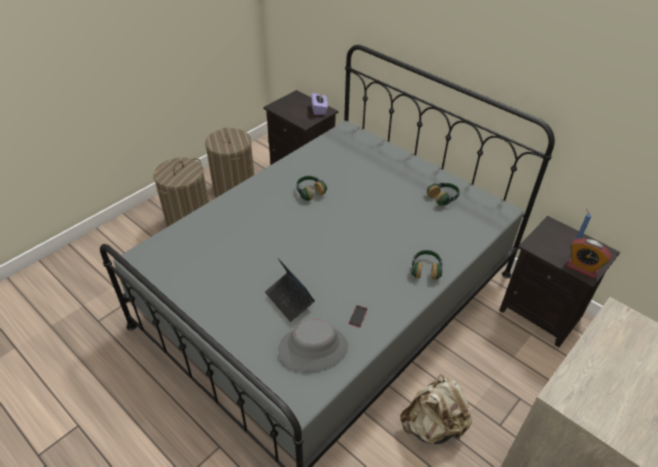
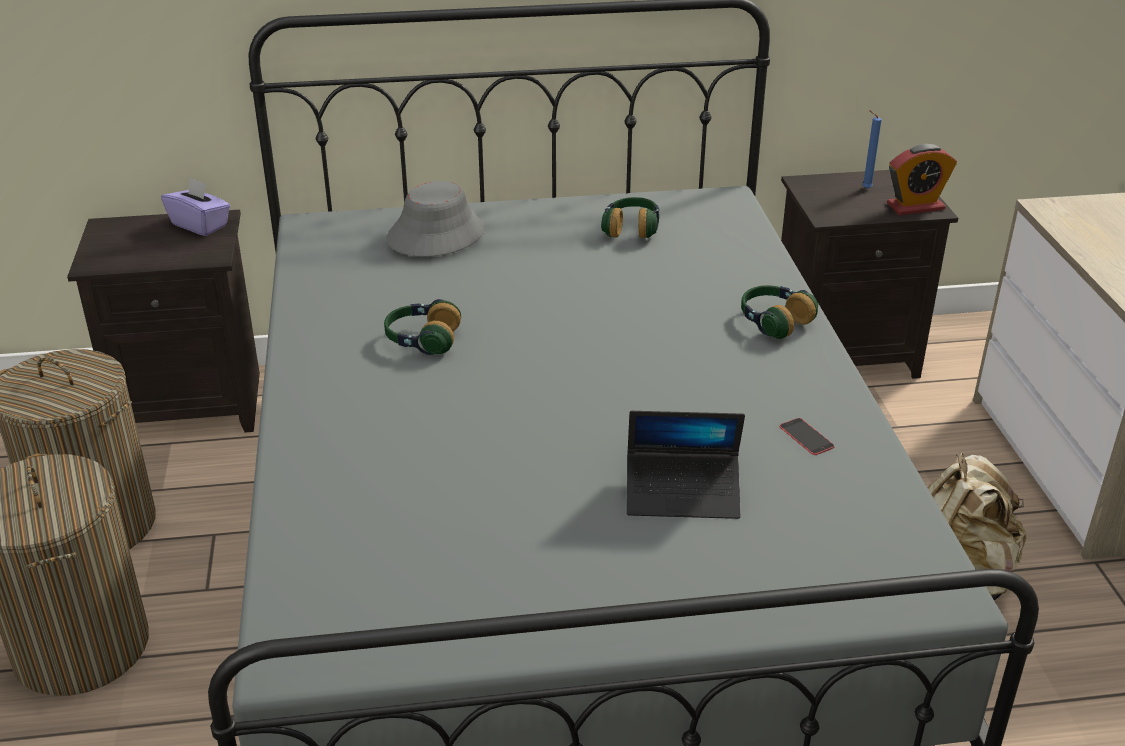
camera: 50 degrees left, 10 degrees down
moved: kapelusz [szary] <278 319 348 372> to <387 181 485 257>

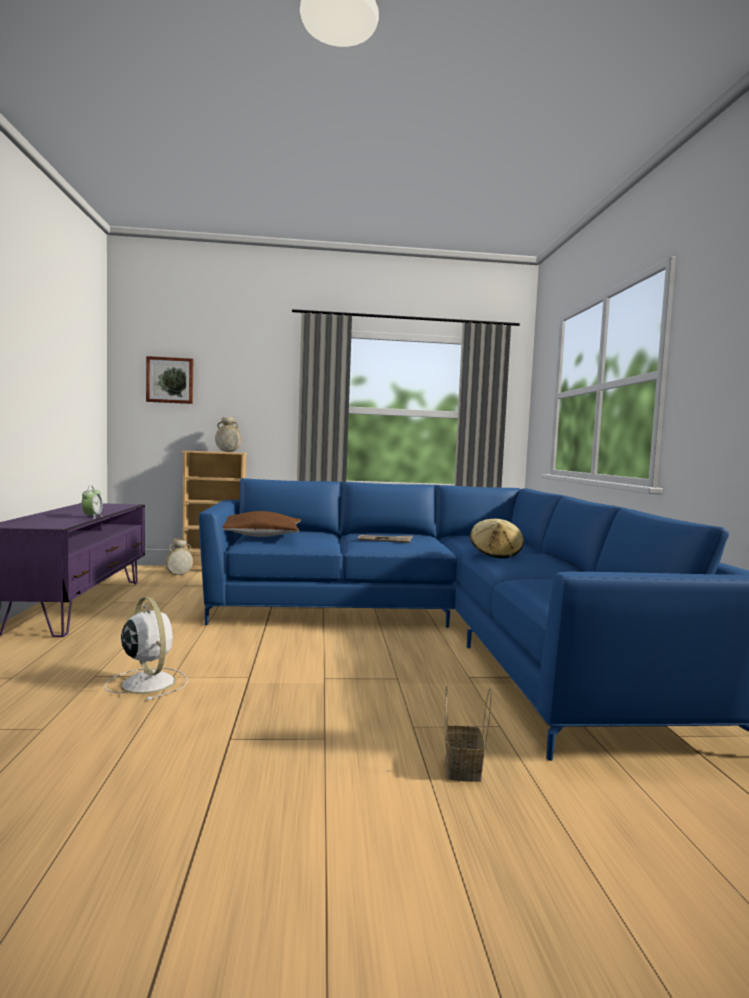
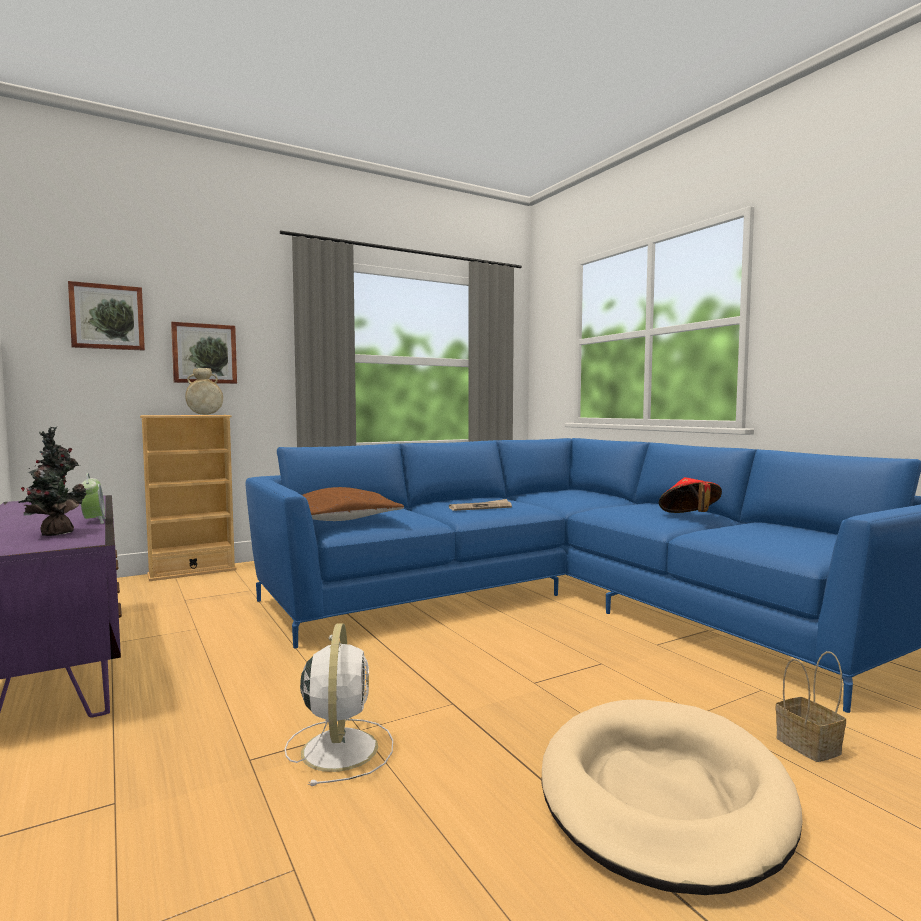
camera: 25 degrees left, 0 degrees up
removed: wazon [beżowy] <164 539 193 575>; kapelusz [beżowy] <470 519 524 558>
added: roślina doniczkowa <19 427 86 536>; obraz <171 322 237 384>; legowisko [beżowy] <542 699 803 895>; kapelusz [czerwony] <659 477 722 513>
turned: wentylator [biały] <105 597 188 701> = <285 623 393 786> 60 degrees clockwise

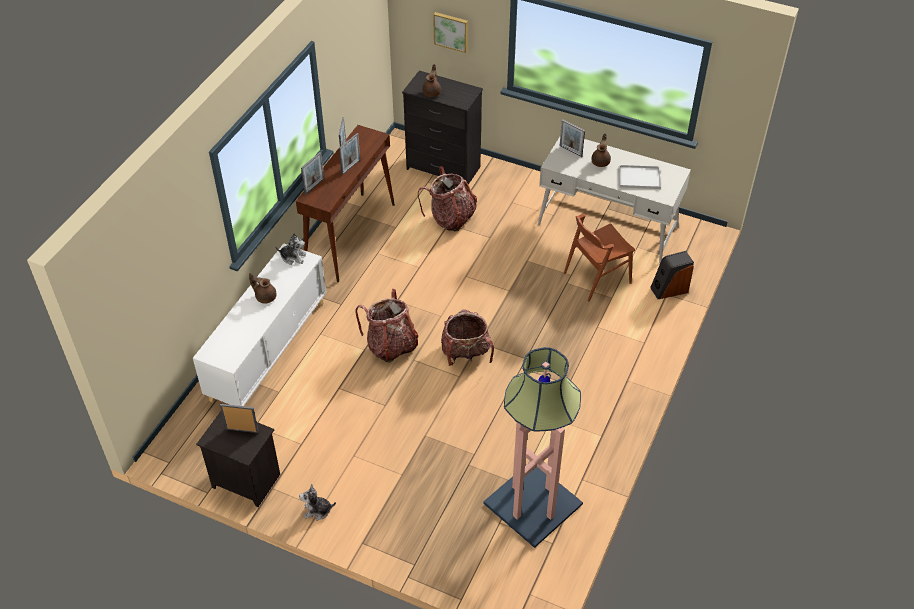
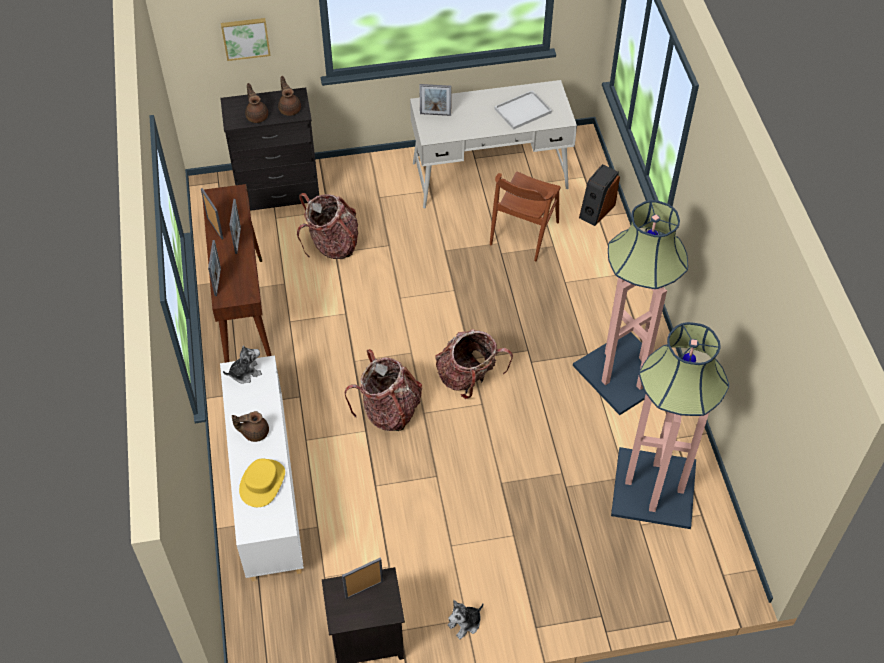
camera: 35 degrees left, 5 degrees up
added: kapelusz [żółty] <239 459 285 507>; lampa stojąca <573 200 688 415>
moved: imbryk [brązowy] <591 133 611 167> to <278 76 301 116>

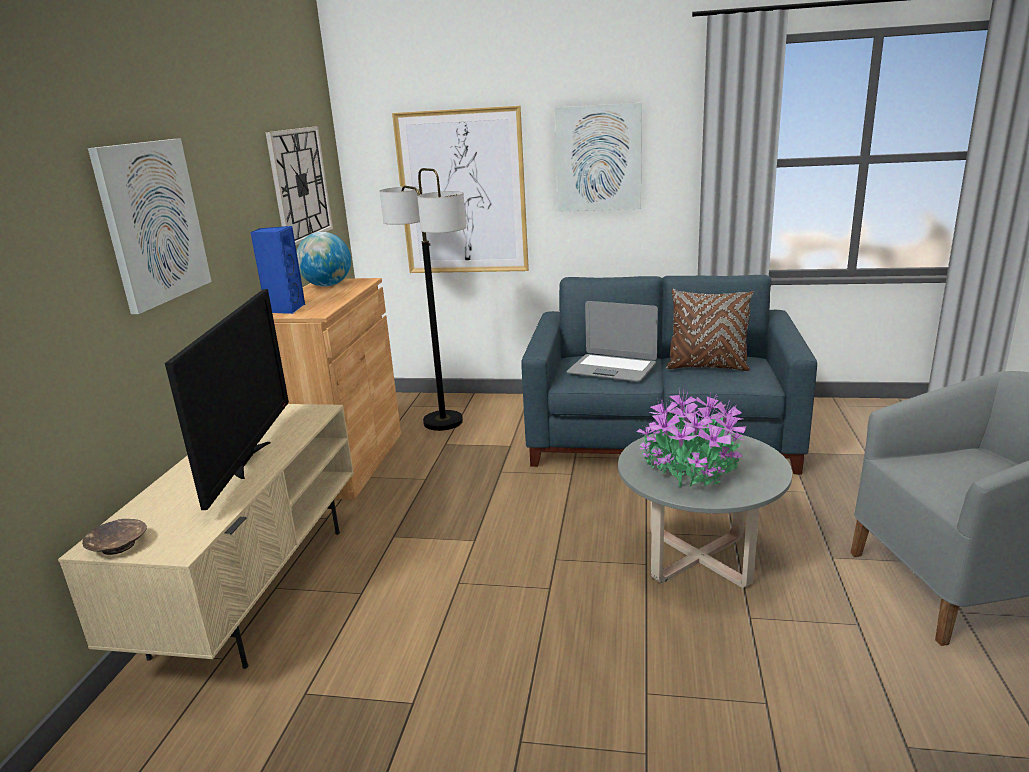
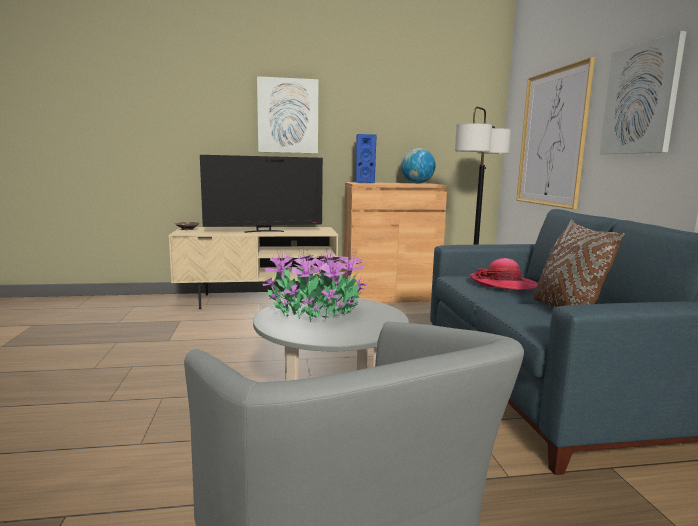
camera: 70 degrees right, 10 degrees down
removed: zegar ścienny <265 126 333 246>
replaced: laptop <566 301 658 382> to kapelusz <469 258 537 290>

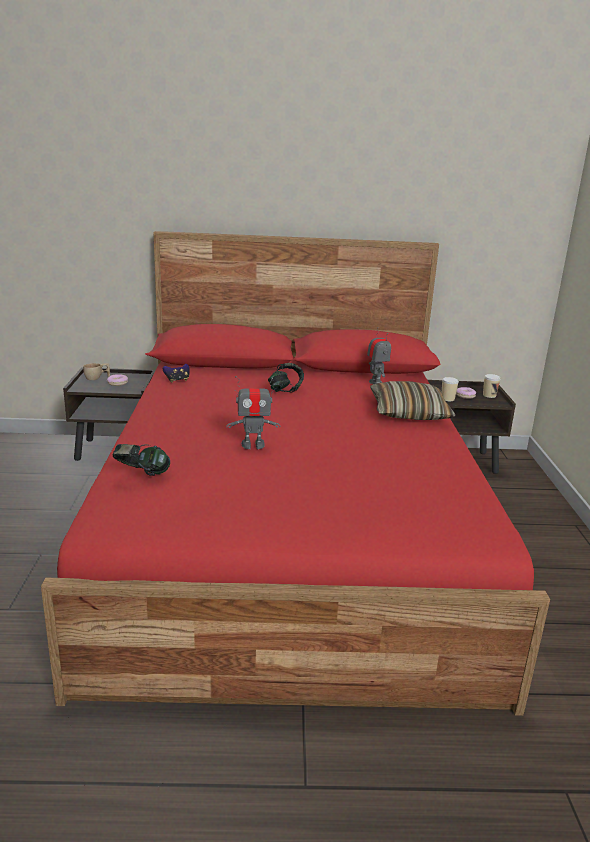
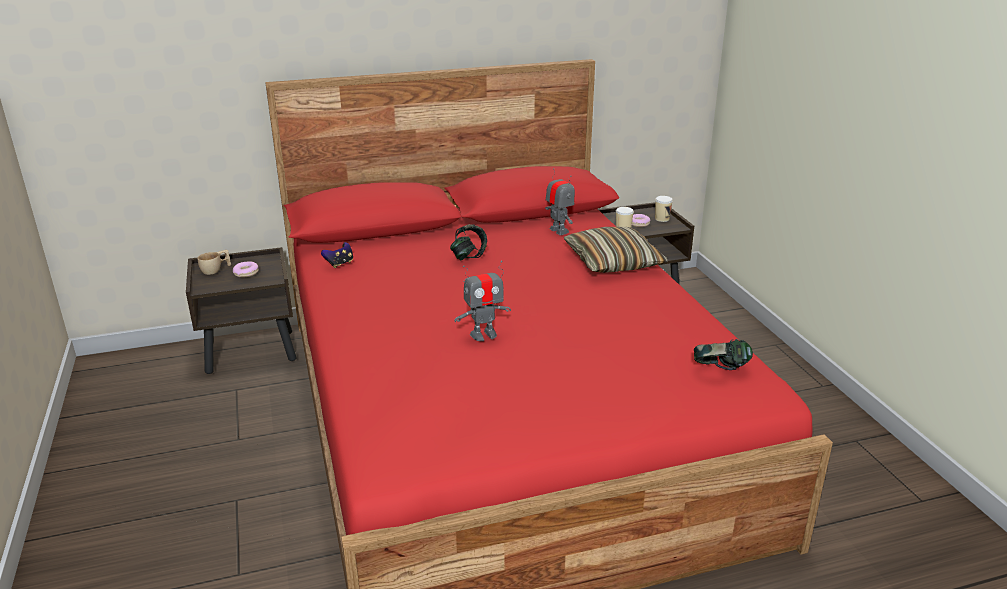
camera: 15 degrees left, 5 degrees up
moved: słuchawki <113 444 170 476> to <694 339 753 370>

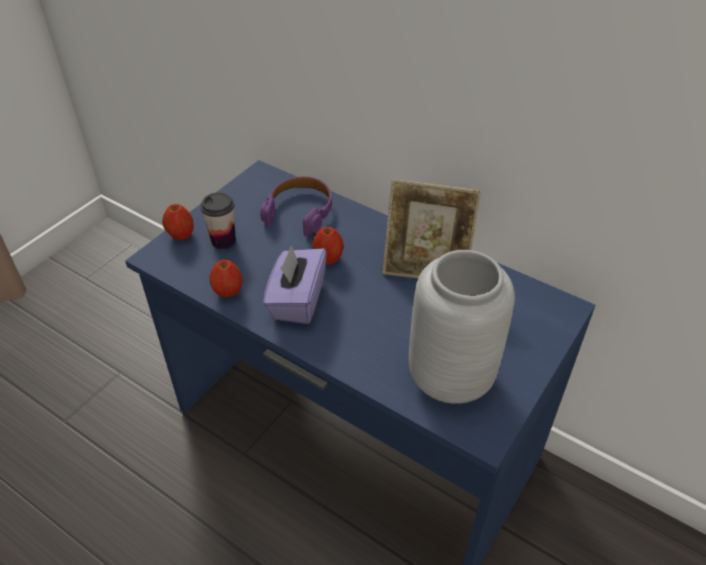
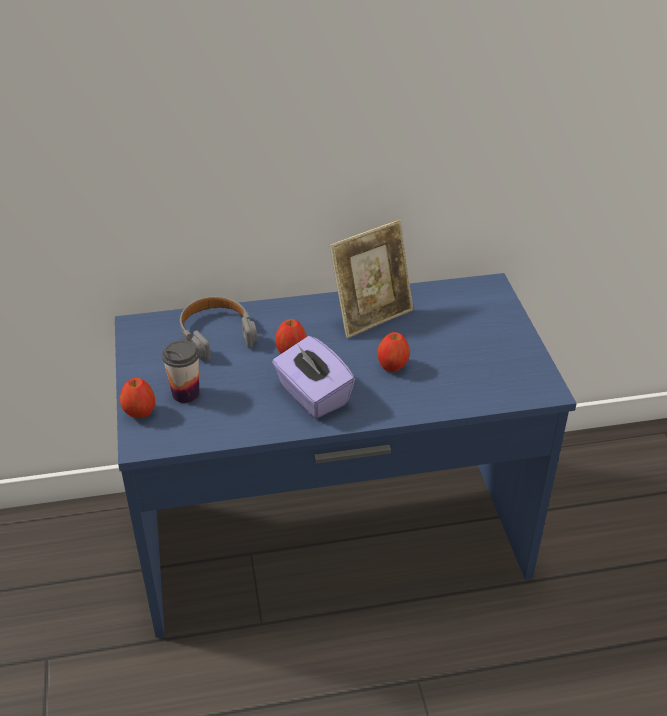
camera: 45 degrees left, 5 degrees down
removed: wazon [szary] <409 250 515 404>
moved: jabłko <209 260 243 297> to <377 332 410 372>
recoloured: słuchawki [fioletowy] <260 176 332 236> to słuchawki [szary] <180 296 257 361>

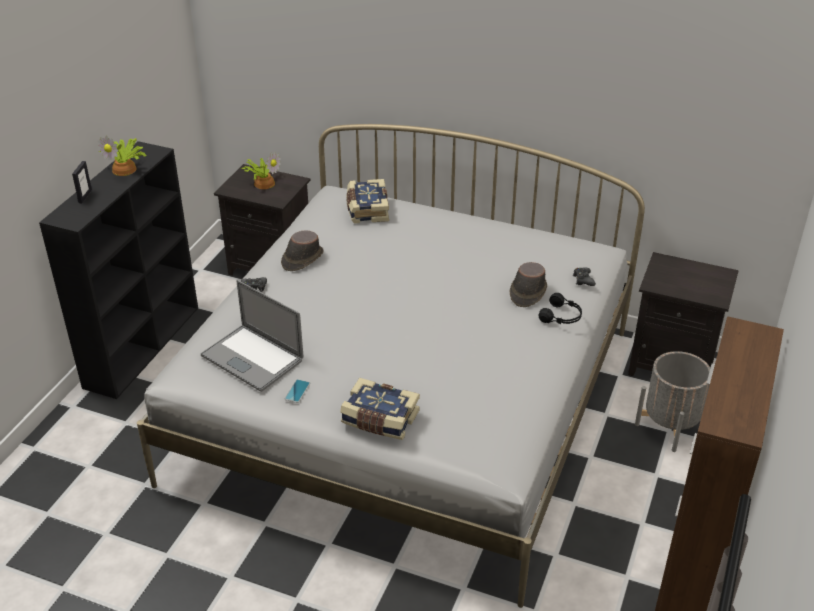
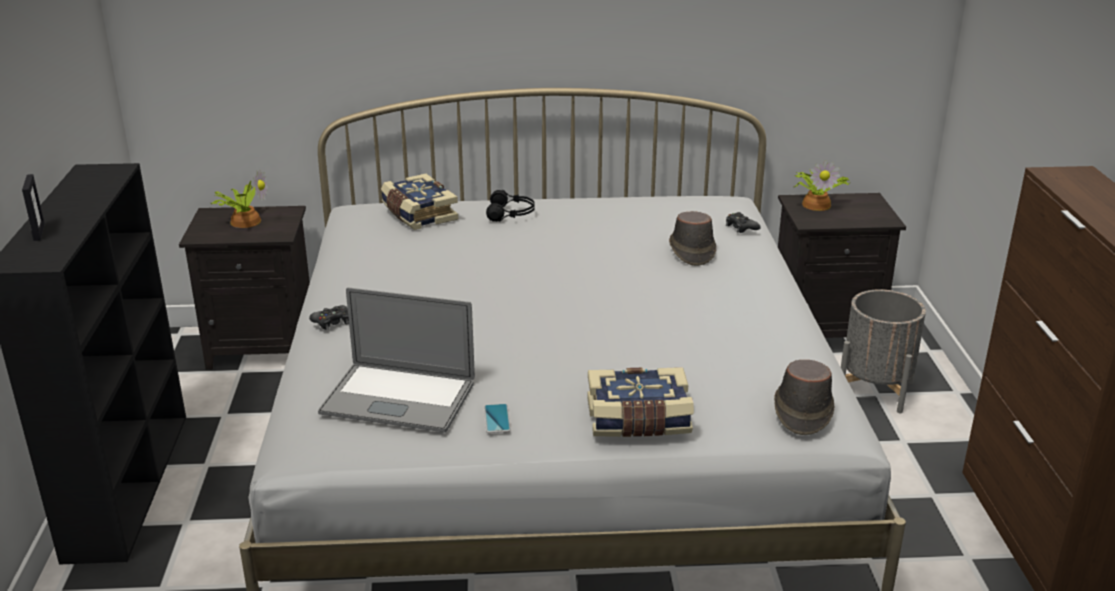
camera: 25 degrees left, 10 degrees down
moved: roślina doniczkowa <98 136 147 176> to <793 160 850 211>; kapelusz [brązowy] <281 230 323 271> to <774 360 835 435>; słuchawki [czarny] <538 293 582 324> to <486 190 535 222>

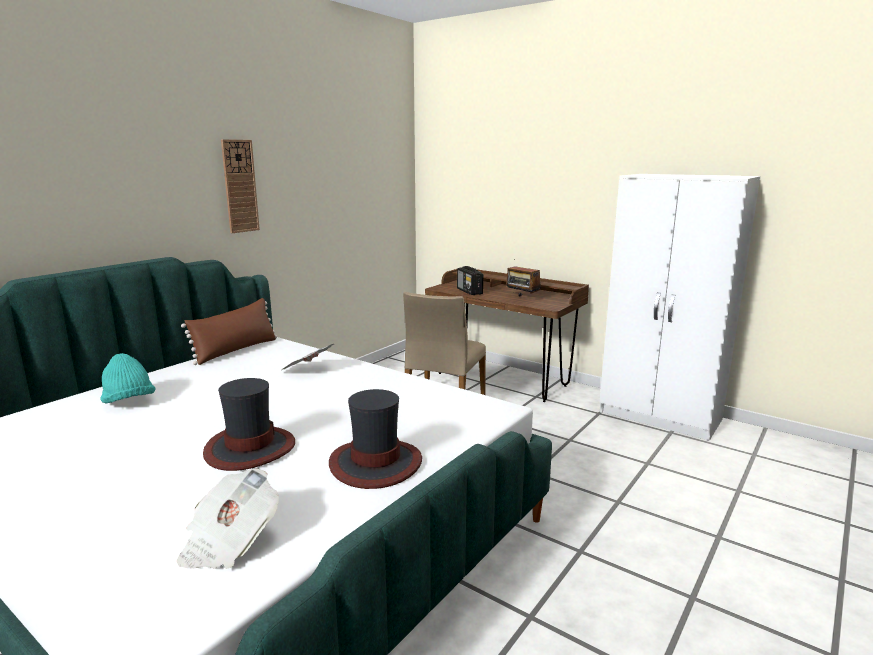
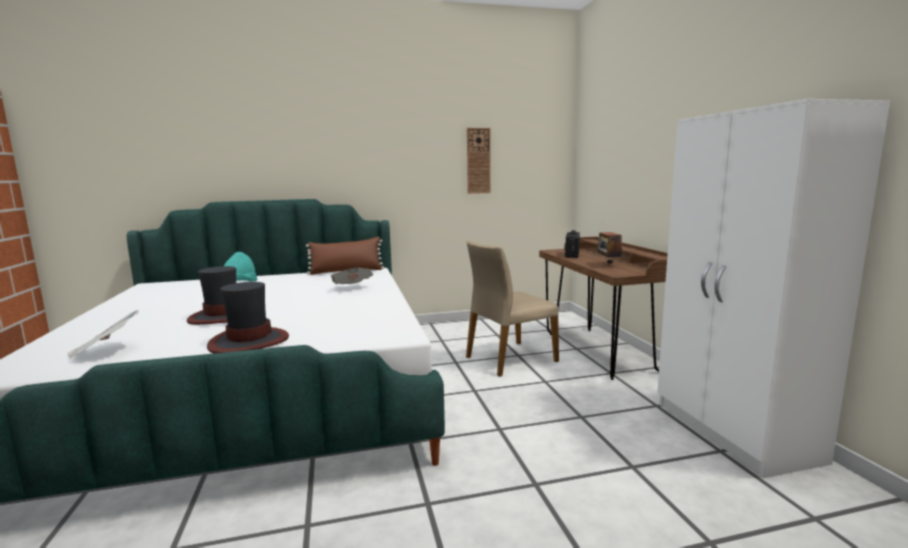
camera: 40 degrees right, 5 degrees down
moved: zegar ścienny <221 139 260 233> to <467 128 491 194>

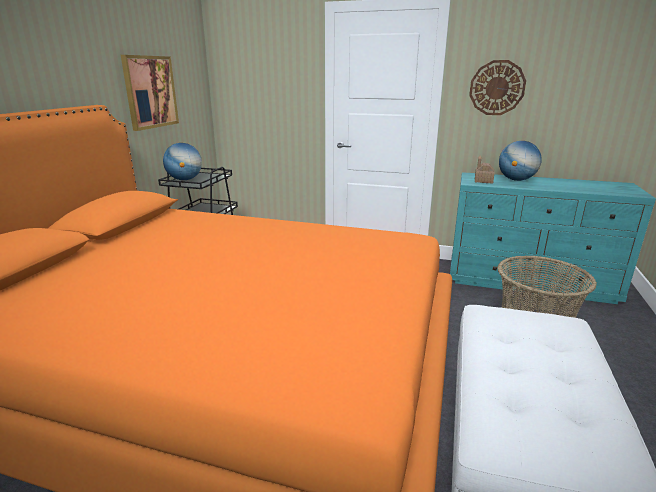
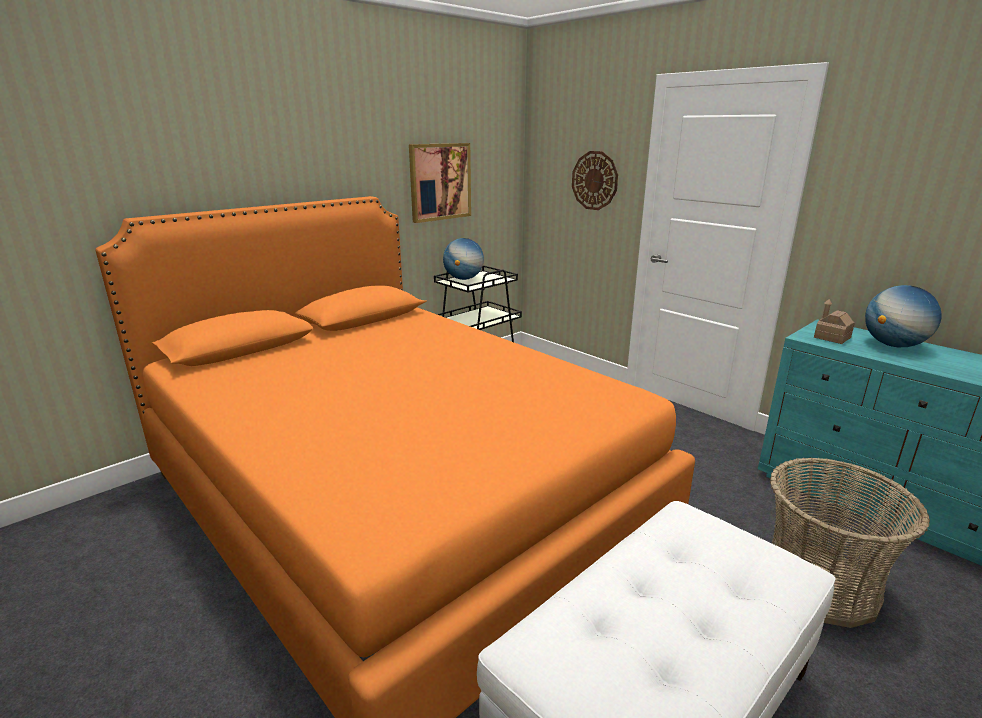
camera: 30 degrees right, 0 degrees up
moved: zegar ścienny <469 60 526 115> to <572 151 618 210>

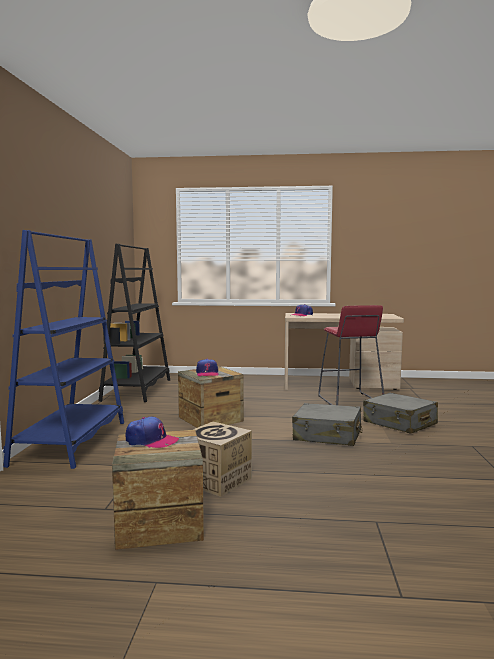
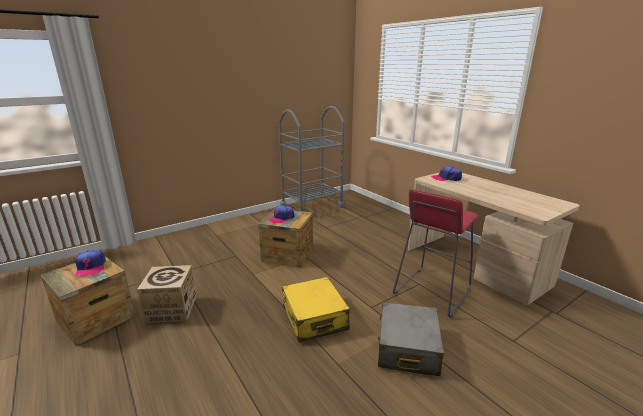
camera: 50 degrees right, 15 degrees up
removed: regał [niebieski] <3 230 124 469>
replaced: regał [czarny] <99 244 170 402> to wózek [szary] <279 106 345 211>
recoloured: walizka [szary] <292 403 363 446> to walizka [żółty] <282 277 350 342>

